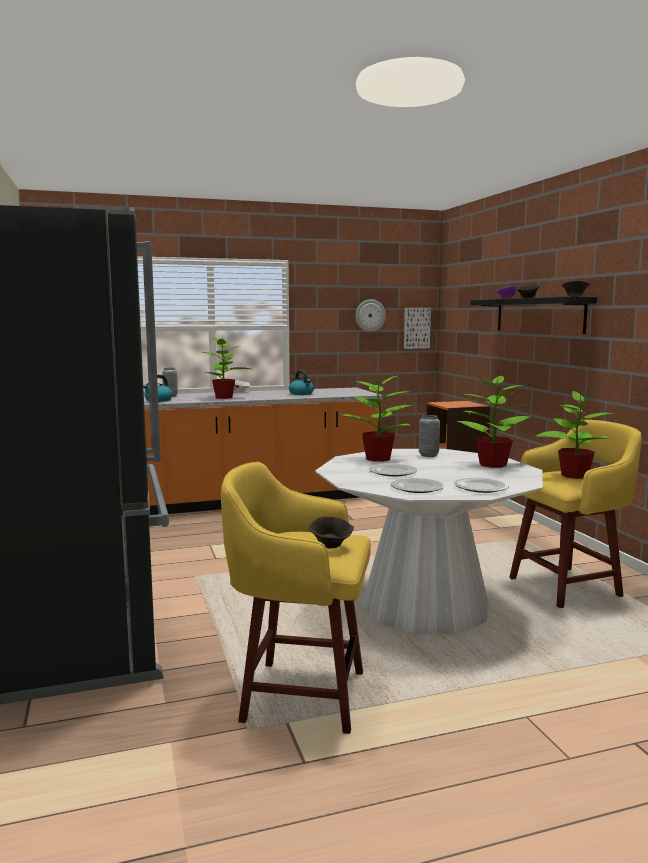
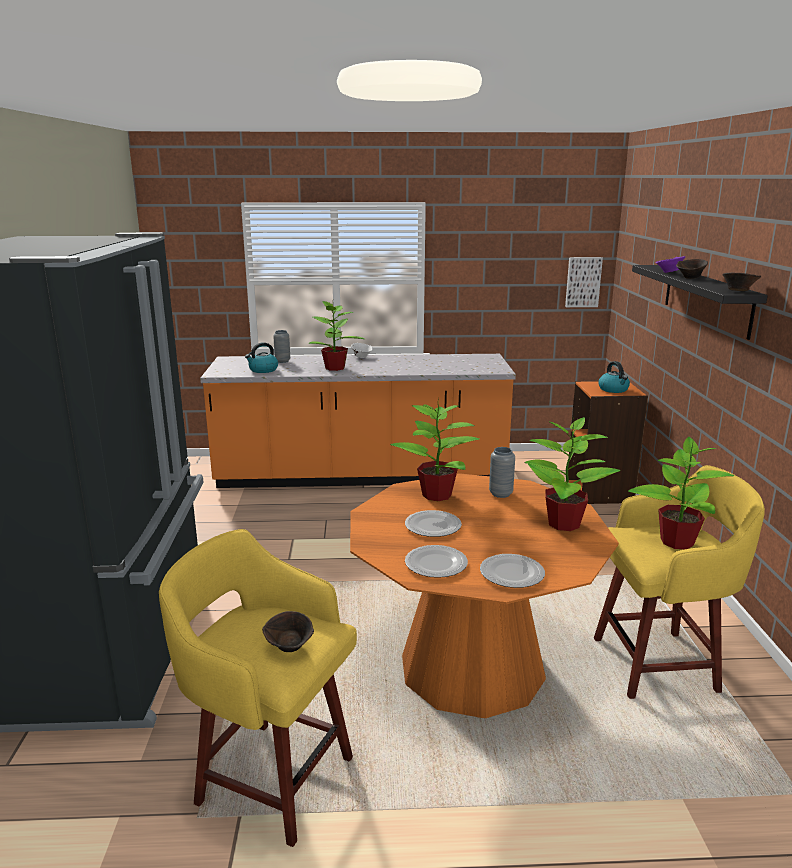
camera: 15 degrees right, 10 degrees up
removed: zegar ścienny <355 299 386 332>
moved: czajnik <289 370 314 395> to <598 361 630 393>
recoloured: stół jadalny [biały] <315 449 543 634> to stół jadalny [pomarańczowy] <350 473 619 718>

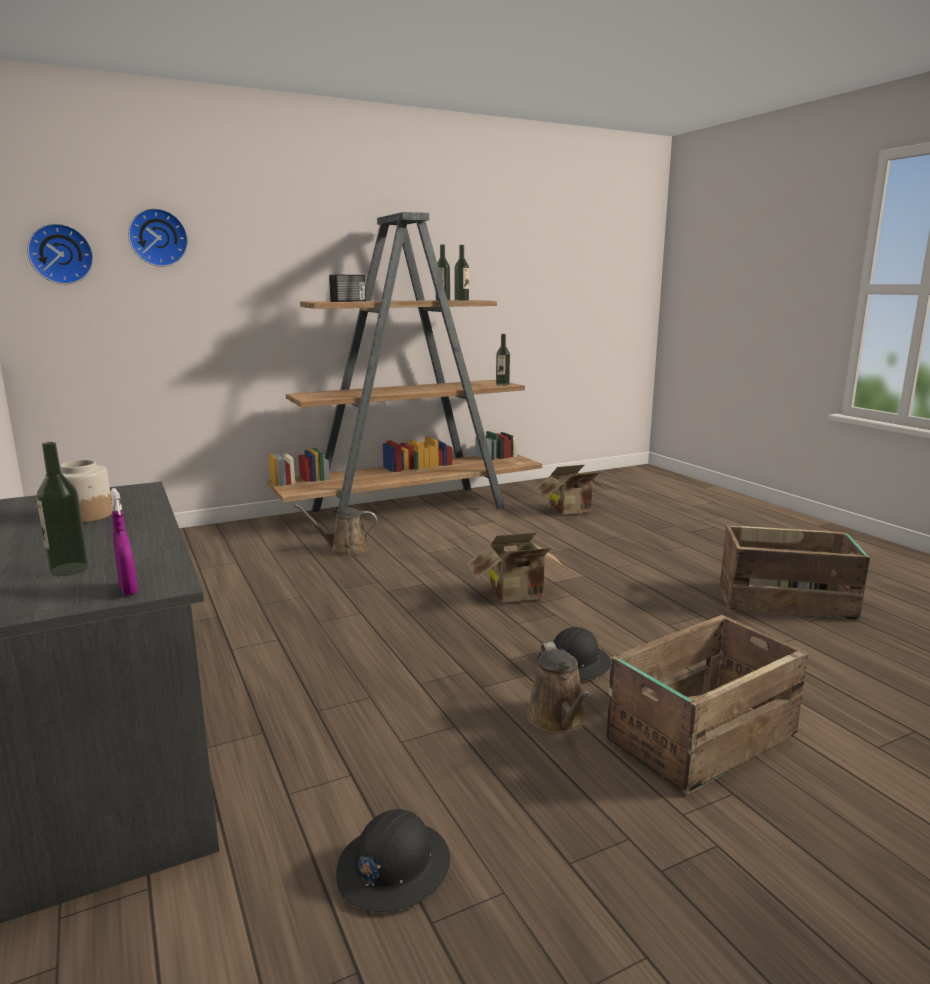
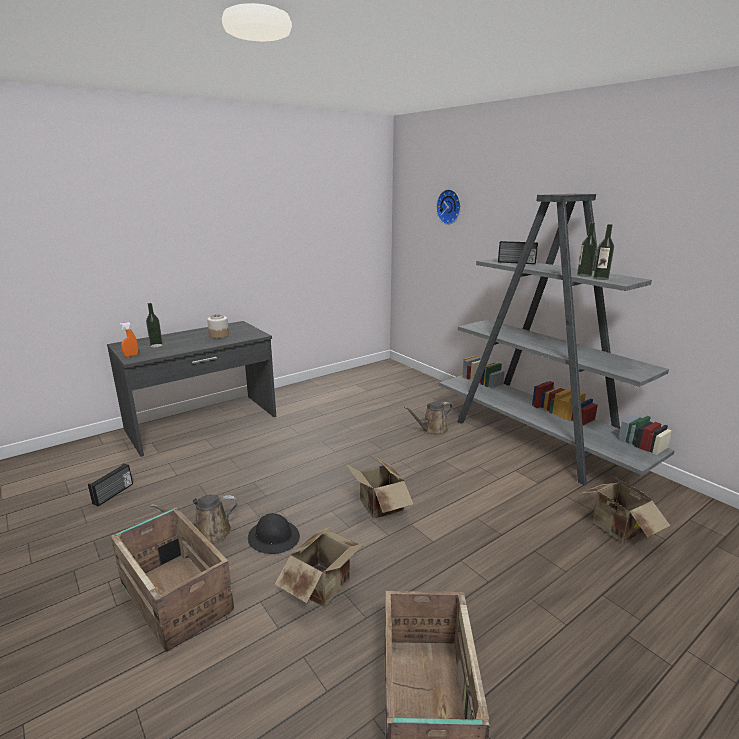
camera: 80 degrees right, 5 degrees up
removed: zegar ścienny <27 223 94 284>; butelka <496 334 510 386>
added: karton <275 526 364 607>
replaced: kask [czarny] <336 809 450 912> to radio <88 463 133 506>
recoloured: spryskiwacz [fioletowy] <110 488 138 595> to spryskiwacz [pomarańczowy] <119 322 139 357>; regał [brązowy] <267 212 542 532> to regał [szary] <439 194 675 486>
turned: konewka [brązowy] <294 504 377 555> = <404 402 453 435> 105 degrees counterclockwise

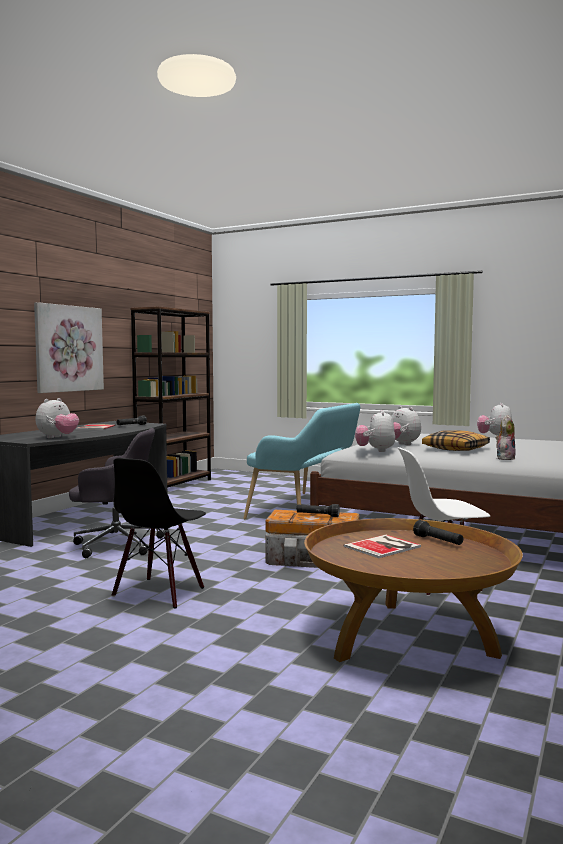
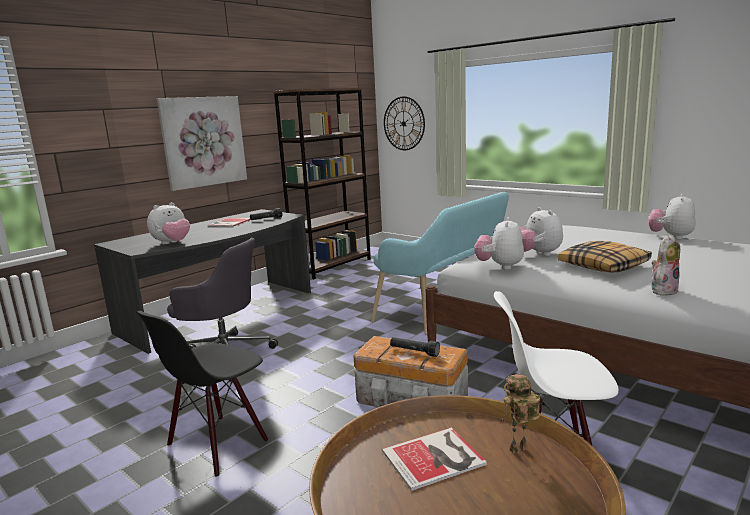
camera: 15 degrees right, 10 degrees up
added: zegar ścienny <384 97 425 150>
replaced: latarka [czarny] <413 520 463 545> to robot zabawkowy <501 374 540 453>

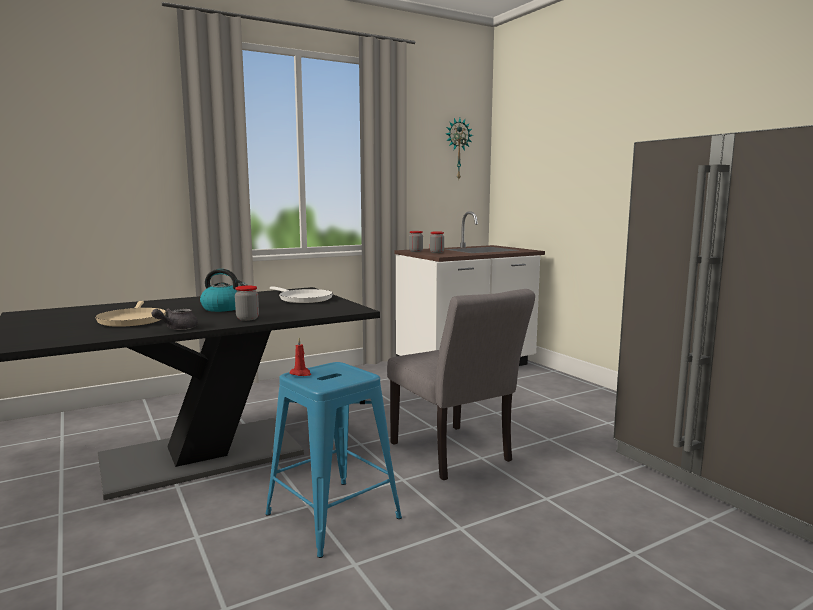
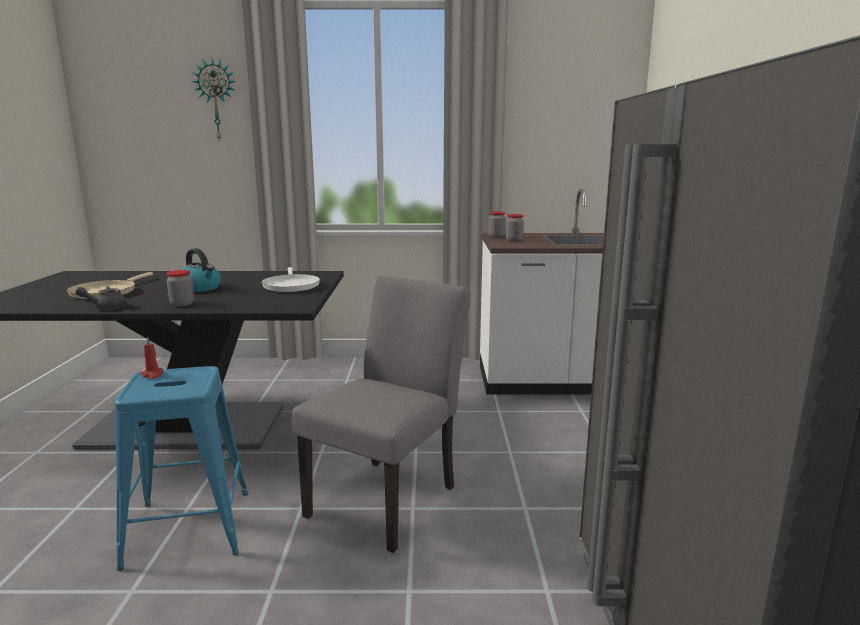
camera: 30 degrees right, 5 degrees up
moved: zegar ścienny <446 118 473 181> to <192 58 236 142>
turned: krzesło [szary] <387 289 535 480> = <292 276 471 553> 150 degrees counterclockwise

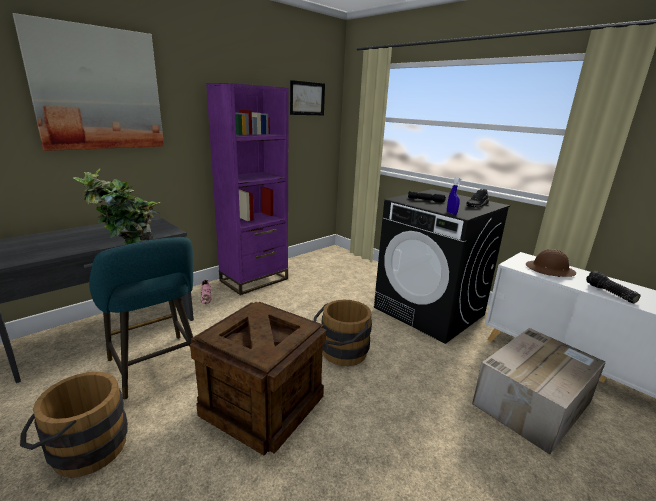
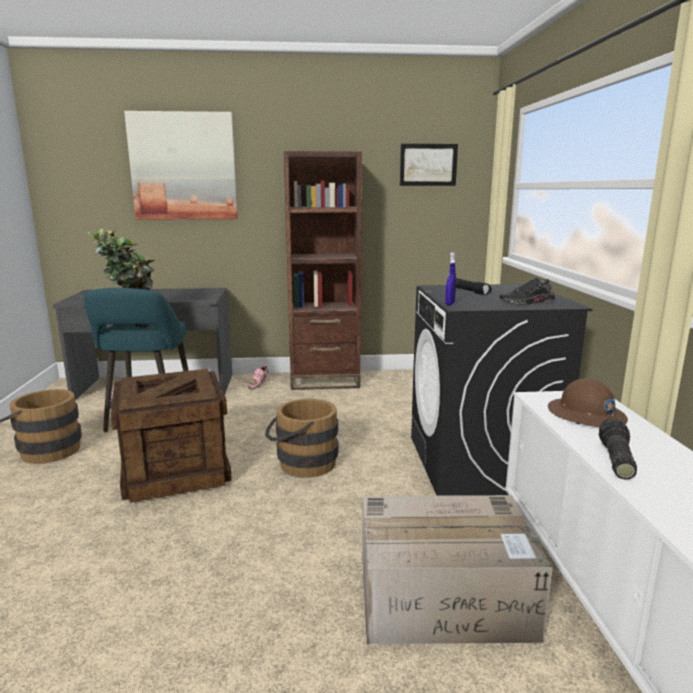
camera: 40 degrees right, 5 degrees down
recoloured: regał [fioletowy] <206 83 289 295> to regał [brązowy] <284 151 362 390>

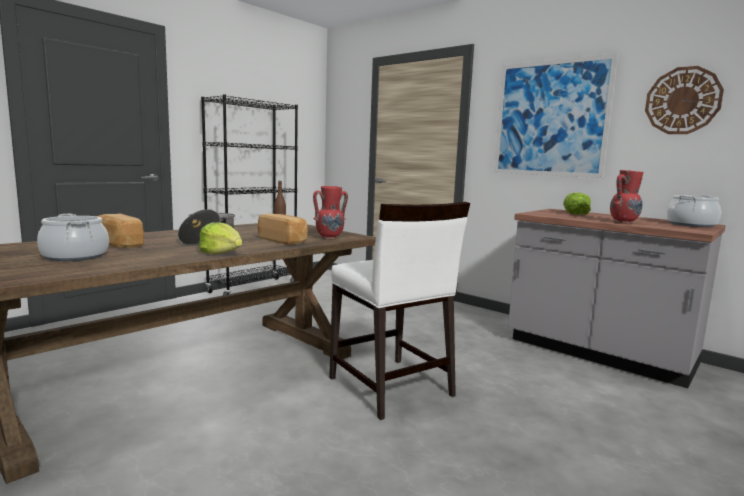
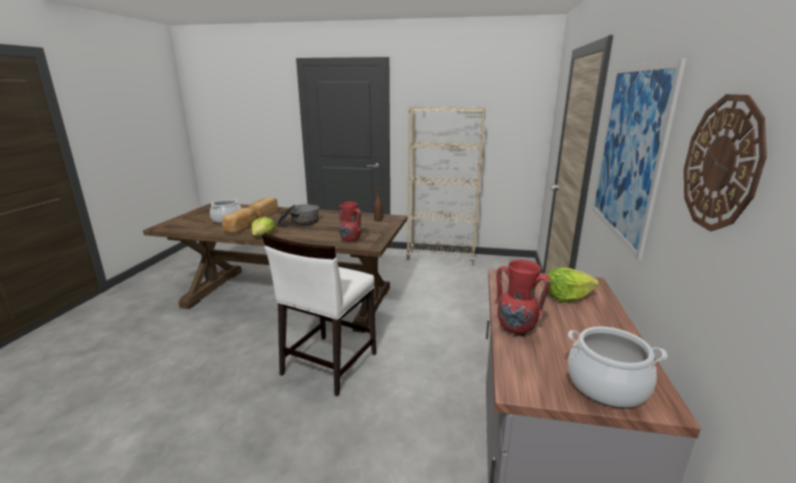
camera: 60 degrees right, 10 degrees up
moved: chleb <258 214 308 245> to <222 208 257 233>
recoloured: regał [czarny] <201 94 298 295> to regał [beżowy] <406 106 485 265>

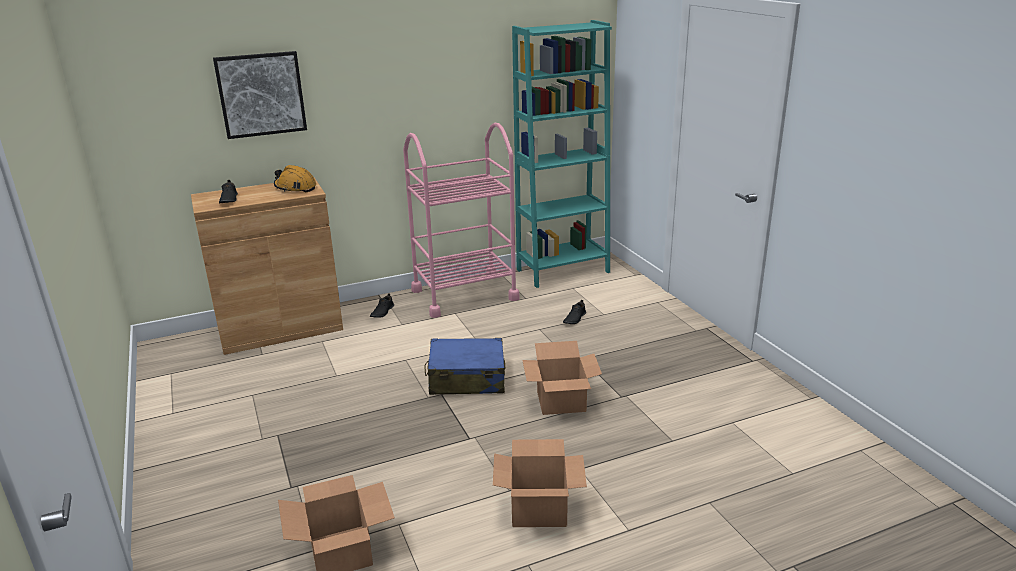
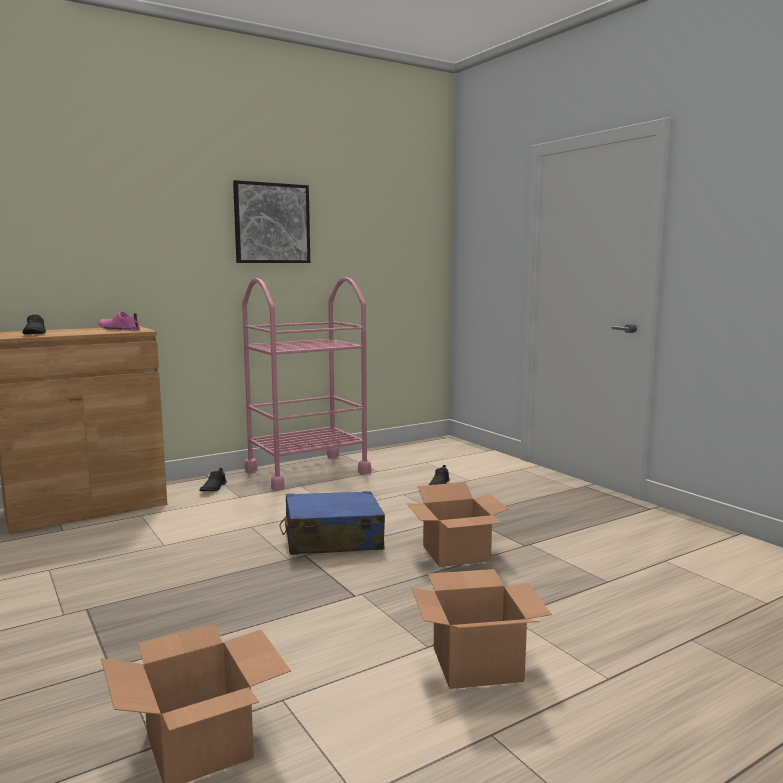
camera: 10 degrees left, 15 degrees down
removed: regał [turkusowy] <512 20 612 288>
moved: obraz <213 51 307 139> to <233 180 310 263>
replaced: kask [pomarańczowy] <274 165 317 192> to but [różowy] <98 312 139 331>

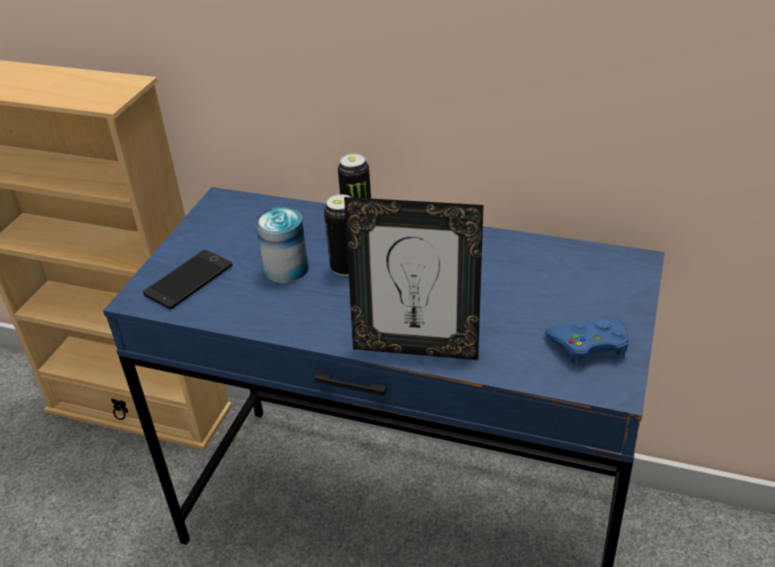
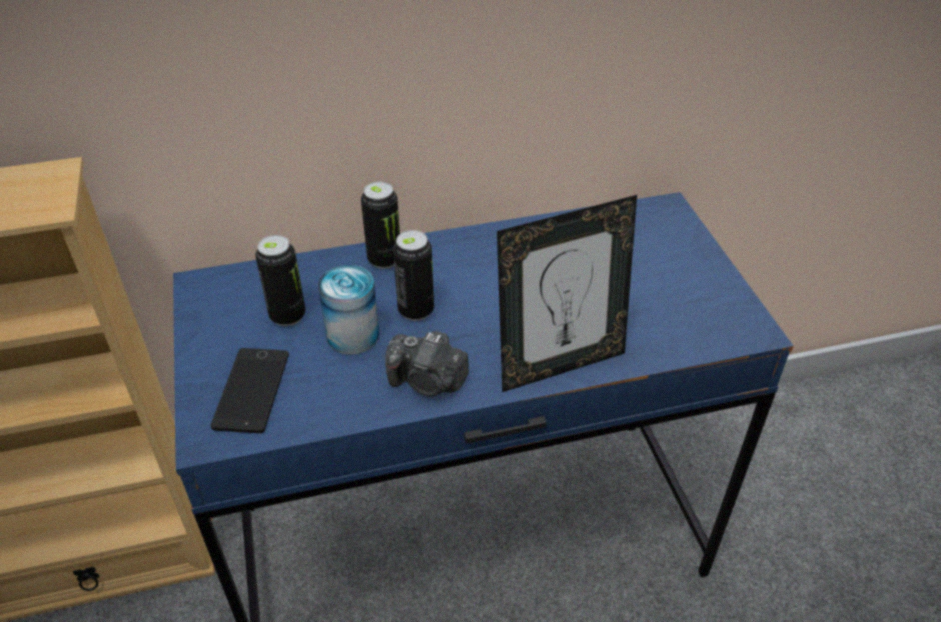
camera: 35 degrees left, 5 degrees up
removed: pad do gier [niebieski] <545 317 629 367>
added: puszka <255 235 306 326>; aparat fotograficzny <385 331 469 397>

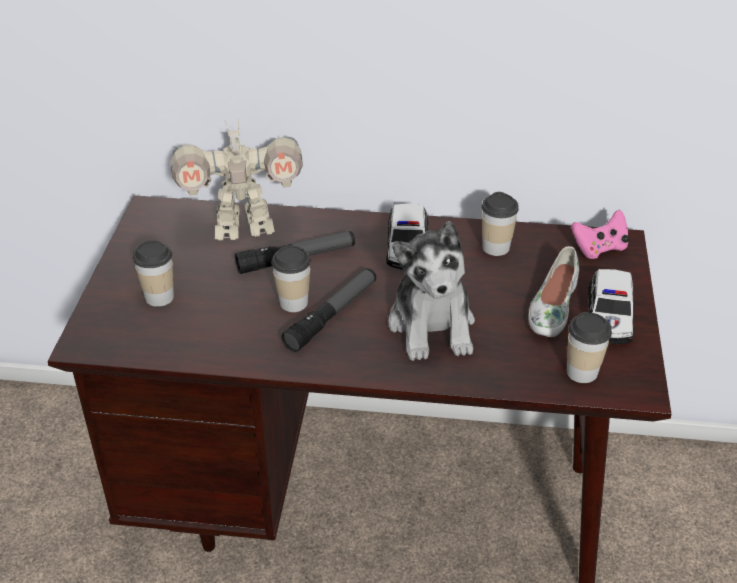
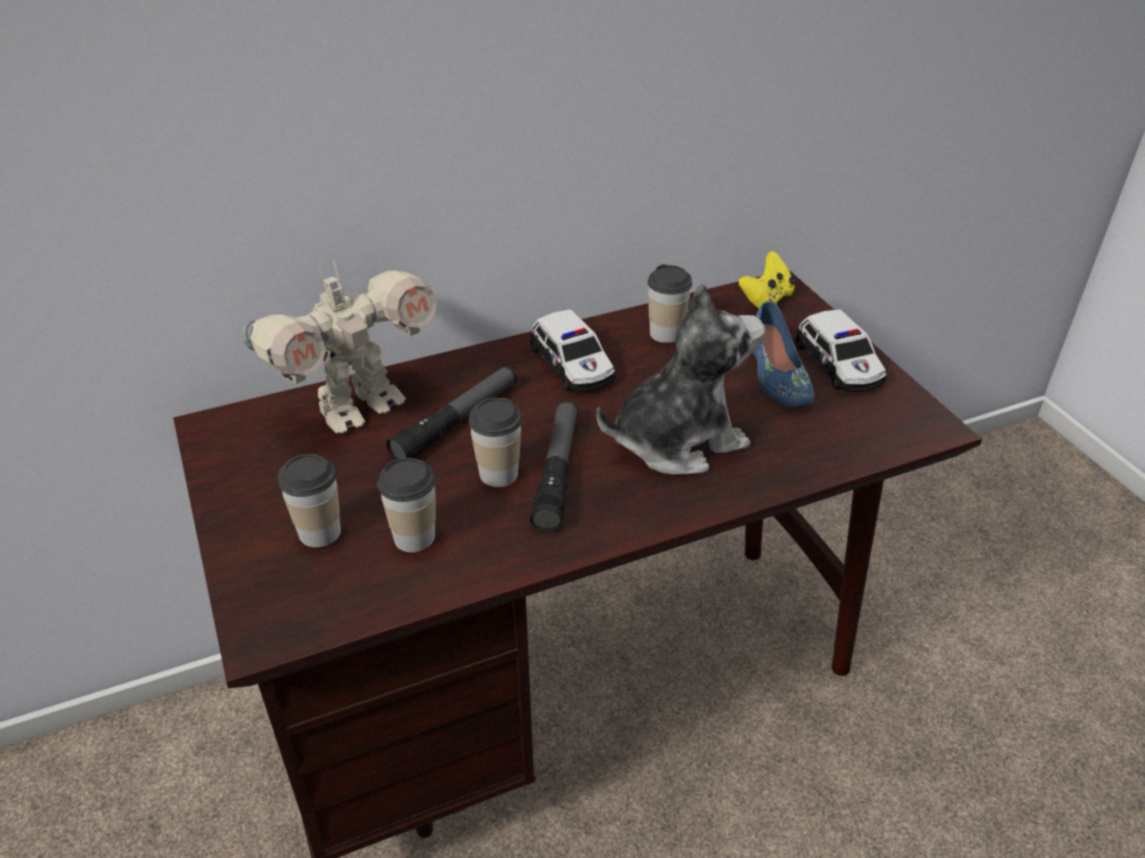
camera: 30 degrees left, 0 degrees up
moved: filiżanka <567 312 612 383> to <378 458 436 552>
recoloured: but [biały] <528 246 579 337> to but [niebieski] <753 301 814 407>; pad do gier [różowy] <571 210 629 259> to pad do gier [żółty] <738 251 797 309>
turned: pluszak <388 221 475 361> = <596 282 765 475> 75 degrees counterclockwise

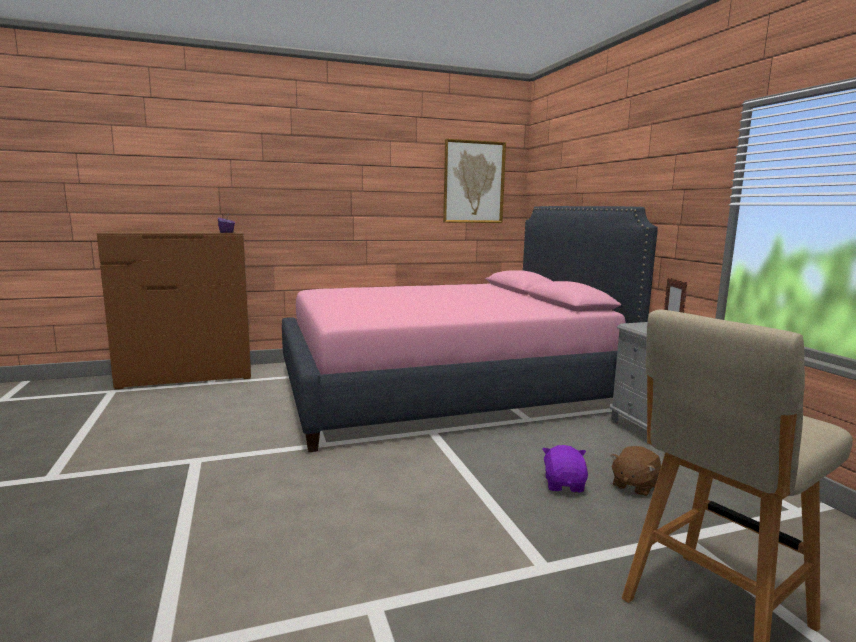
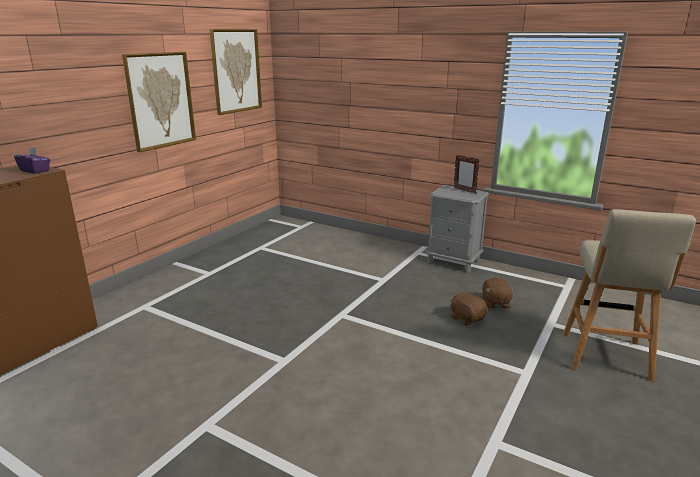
camera: 40 degrees left, 10 degrees up
removed: łóżko [różowy] <282 206 658 452>
added: obraz <122 52 196 152>
recoloured: pluszak [fioletowy] <542 445 588 493> to pluszak [brązowy] <450 292 487 326>

